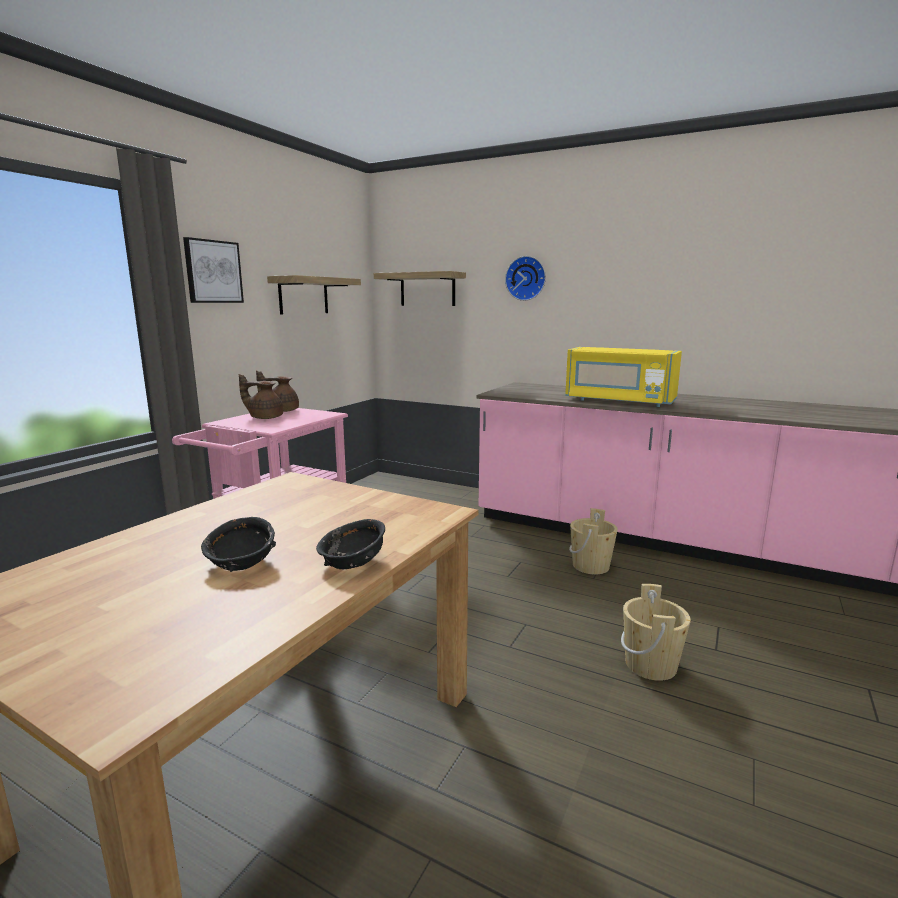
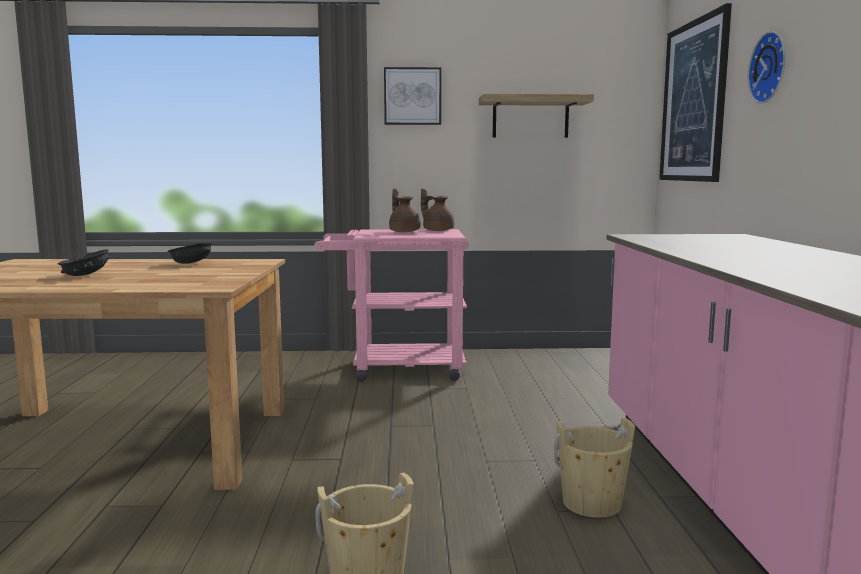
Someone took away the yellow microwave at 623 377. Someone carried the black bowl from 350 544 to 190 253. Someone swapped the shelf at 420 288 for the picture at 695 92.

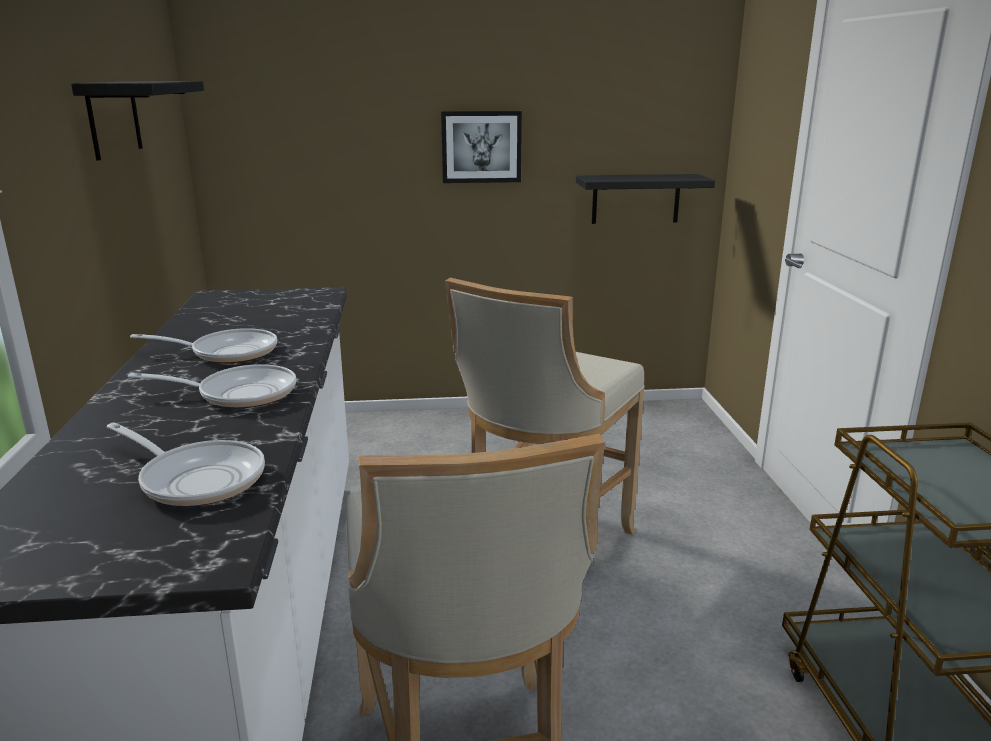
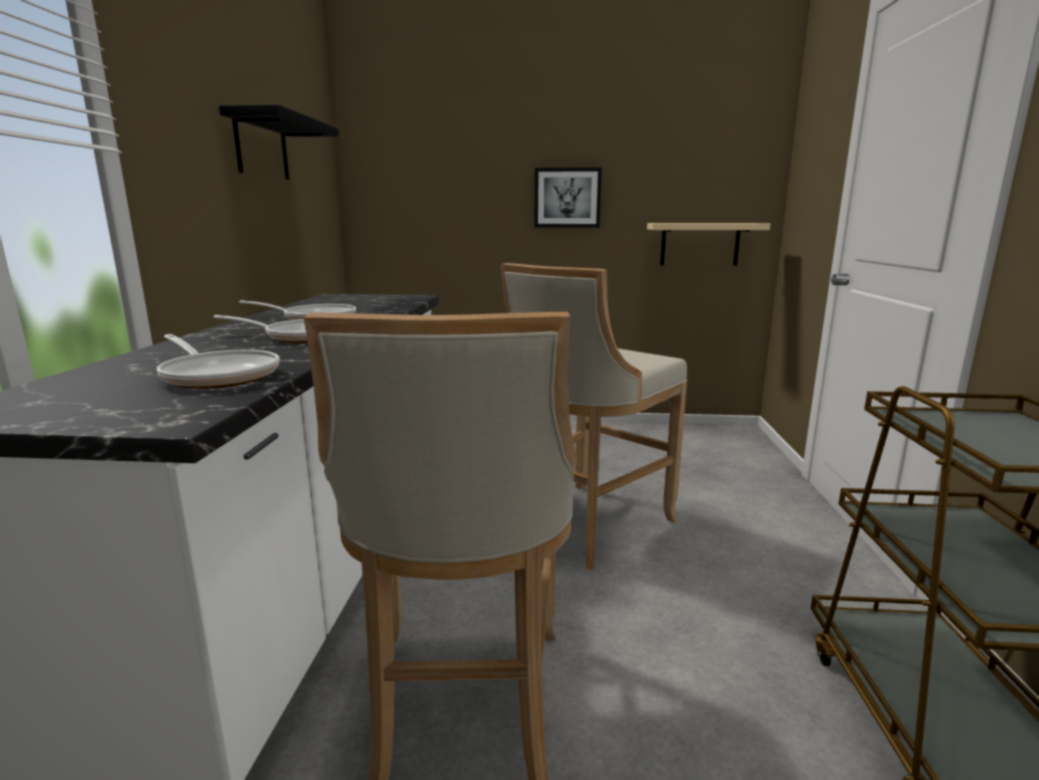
Someone repainted the black shelf at 645 199, which became the beige shelf at 708 244.

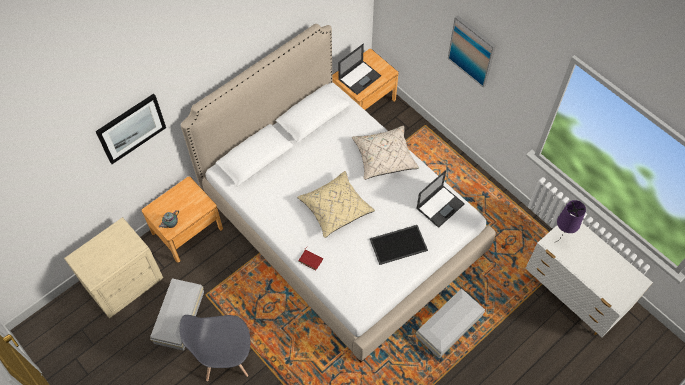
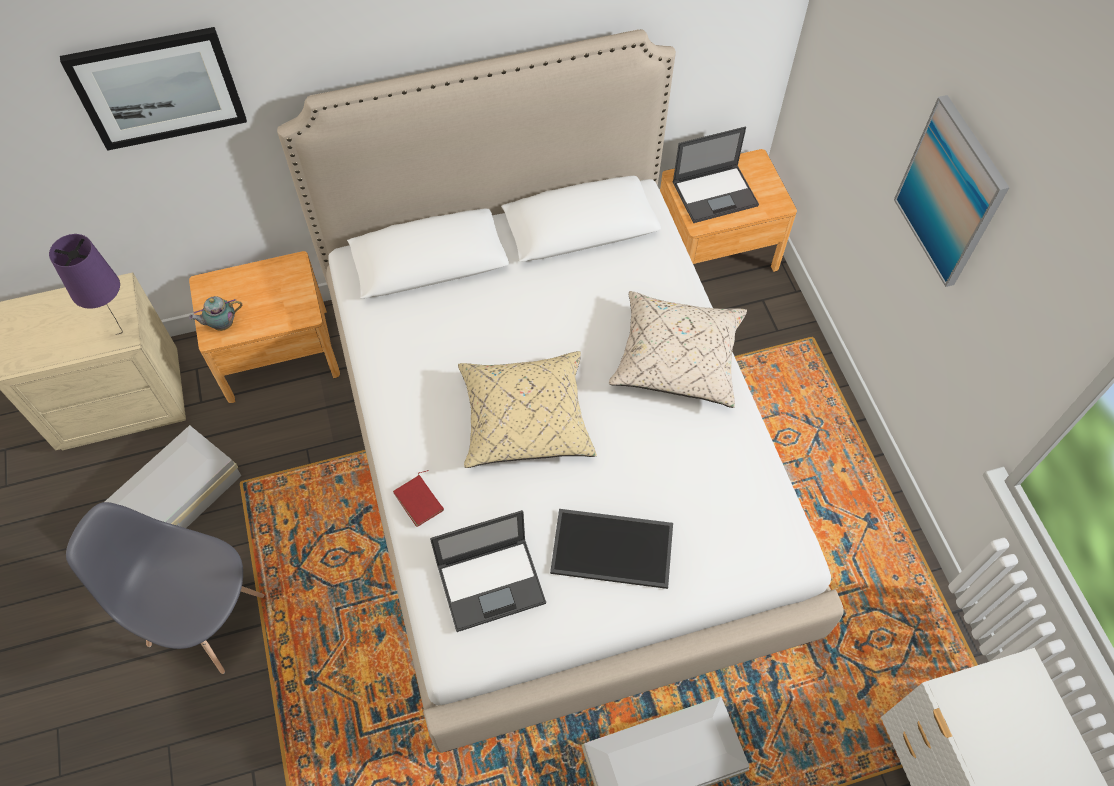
Someone carried the laptop from 440 199 to 488 571. Someone carried the purple table lamp from 570 221 to 86 284.

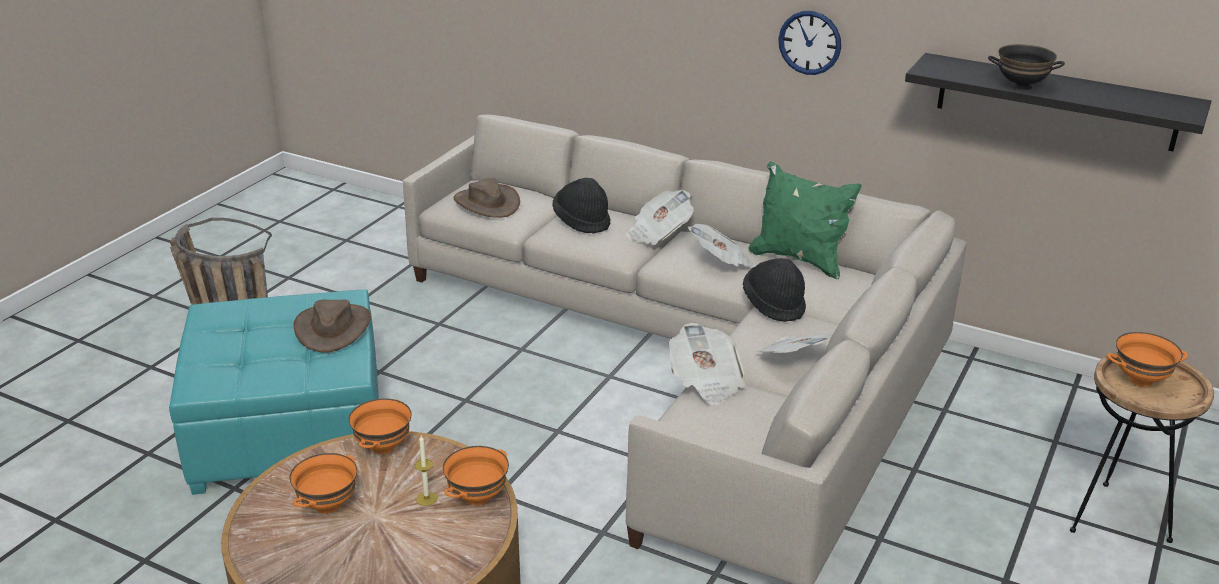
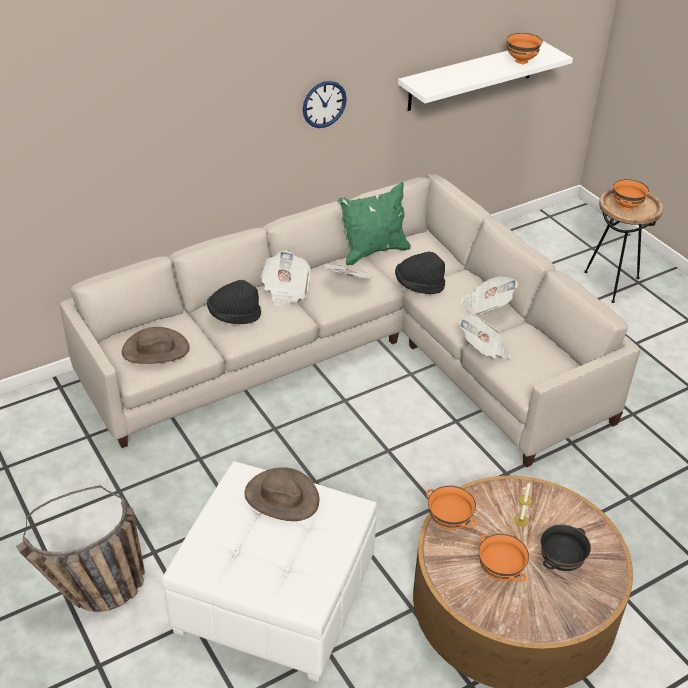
Someone carried the orange bowl from 476 476 to 525 48. Someone carried the black bowl from 1026 67 to 566 547. Someone repainted the turquoise ottoman at 274 392, which became the white ottoman at 269 571. Someone repainted the black shelf at 1058 102, which became the white shelf at 485 76.

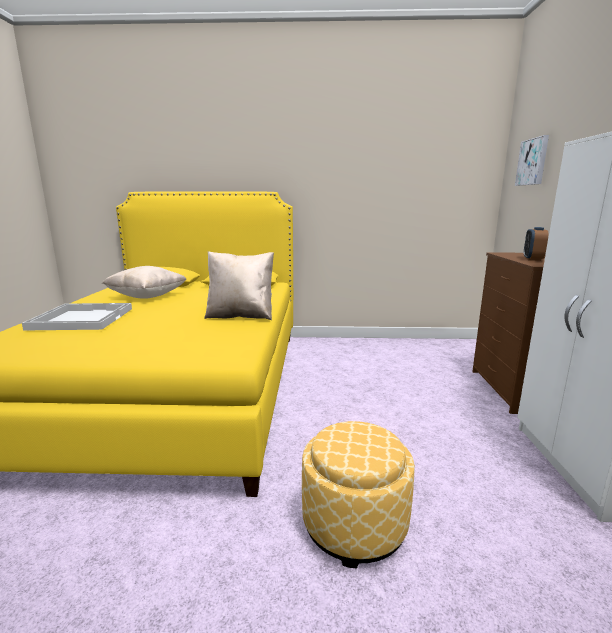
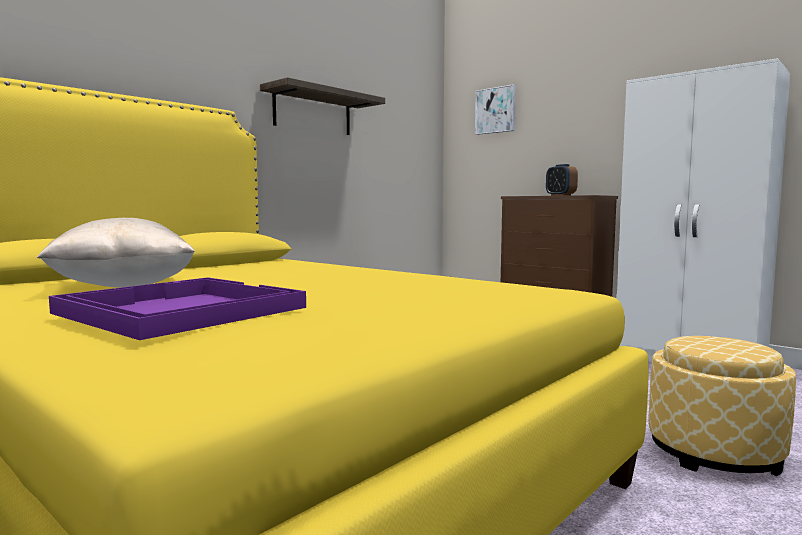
Someone took away the beige pillow at 239 285. Someone put up the shelf at 322 106. Someone repainted the white tray at 77 317, which became the purple tray at 177 308.

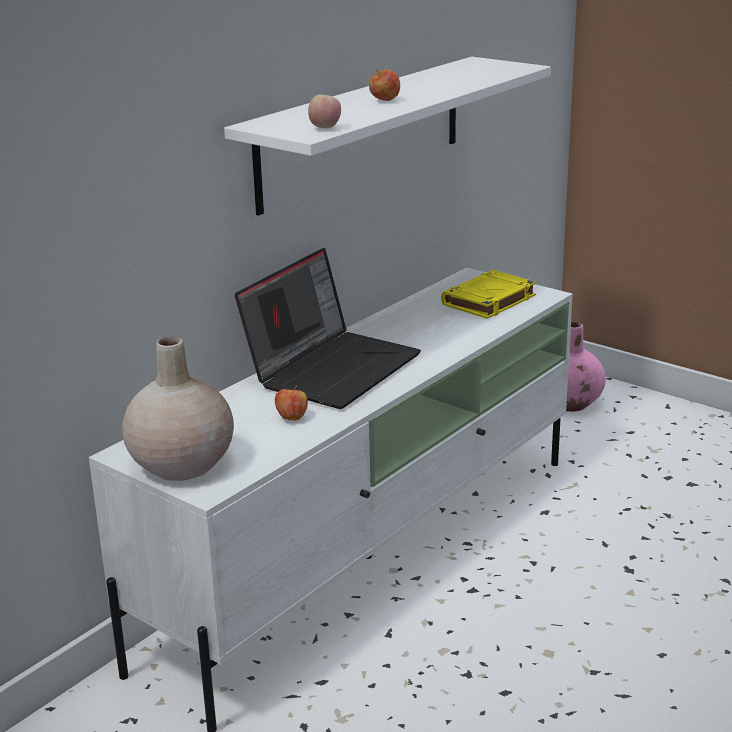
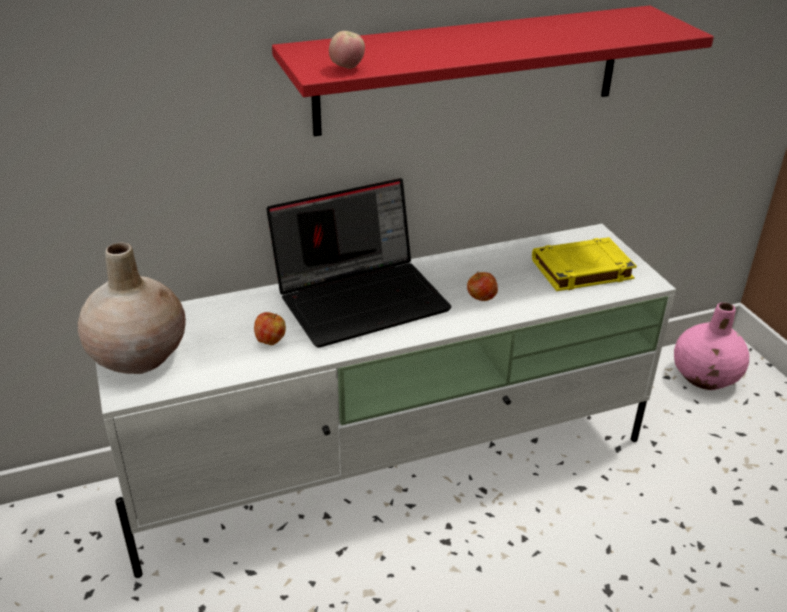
Someone carried the apple from 384 85 to 482 286. Someone repainted the white shelf at 387 136, which became the red shelf at 493 71.

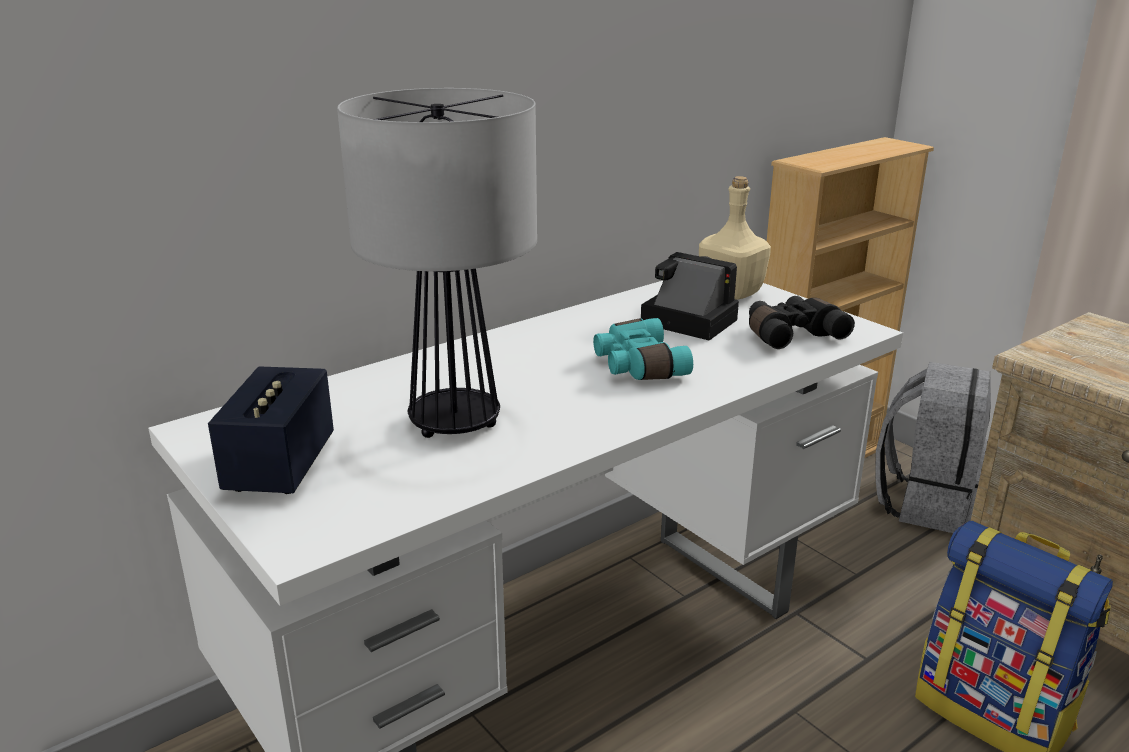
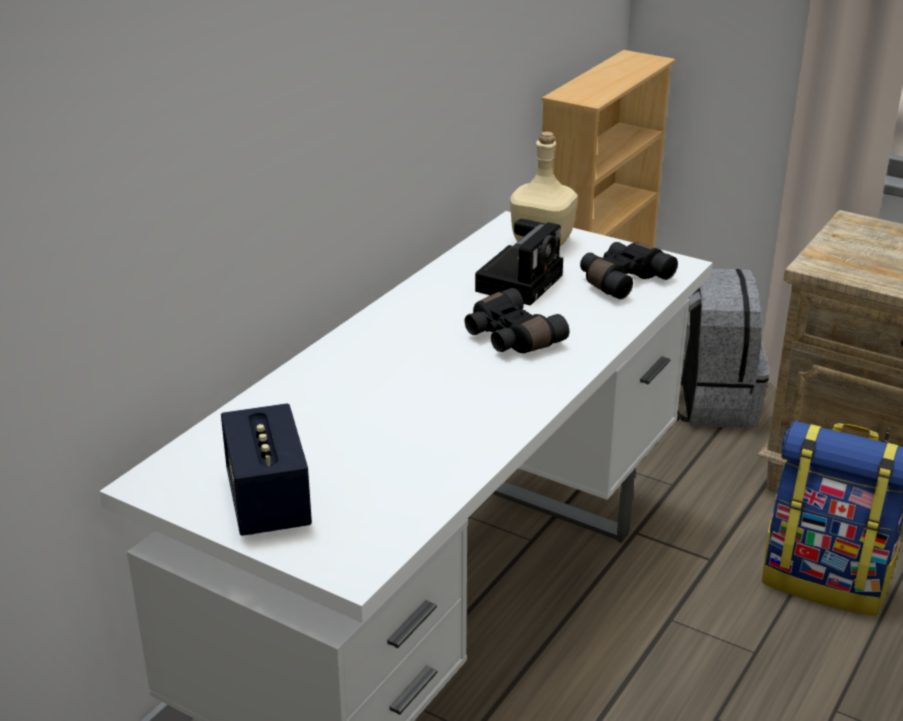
Someone took away the table lamp at 437 263. Someone repainted the turquoise binoculars at 643 349, which became the black binoculars at 517 320. Someone rotated the photo camera at 690 296 by 105 degrees clockwise.

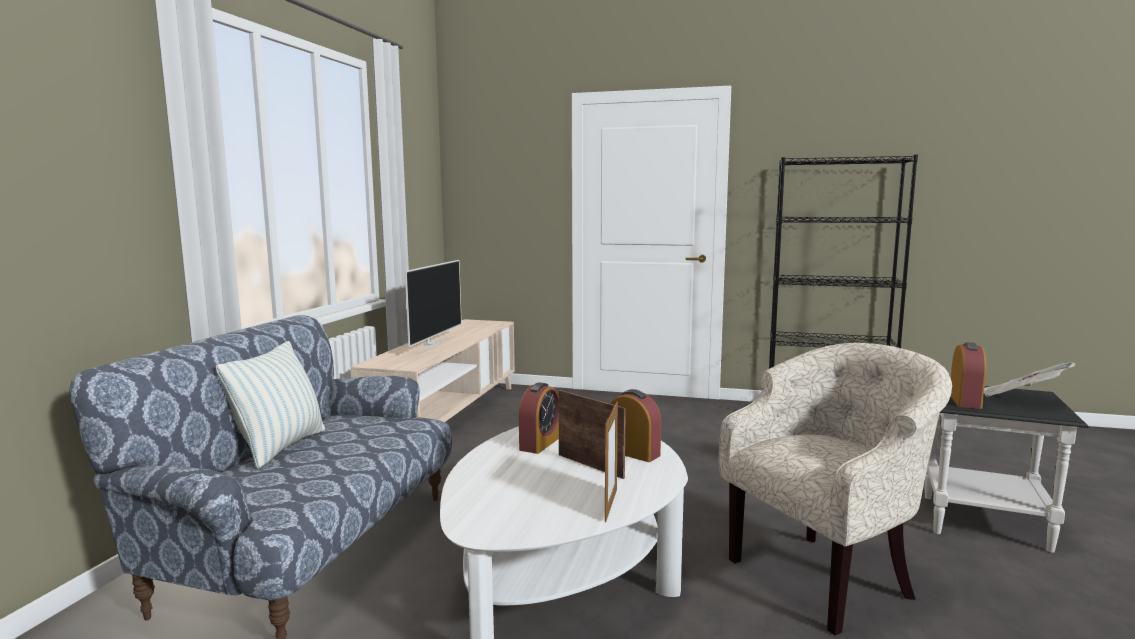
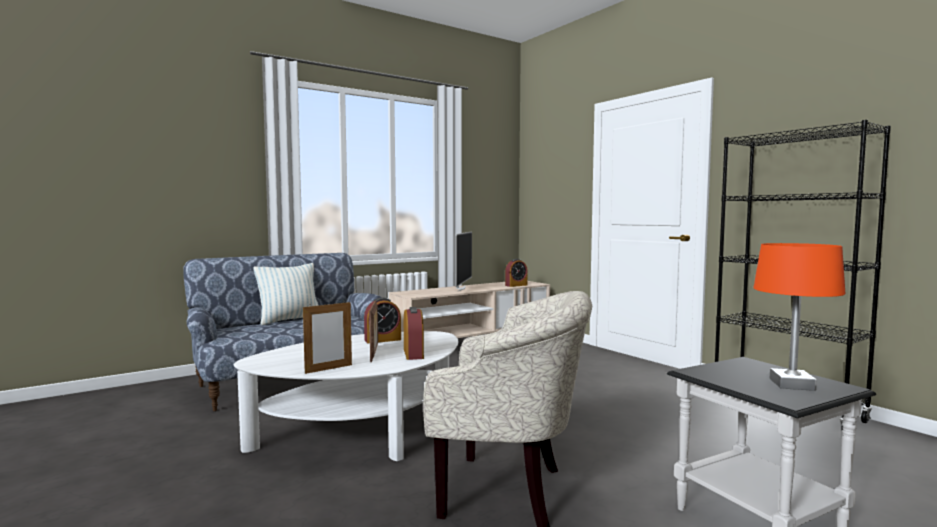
Someone carried the alarm clock from 968 375 to 516 273. Someone swapped the newspaper at 1030 379 for the orange table lamp at 799 317. Someone rotated the television at 433 305 by 45 degrees counterclockwise.

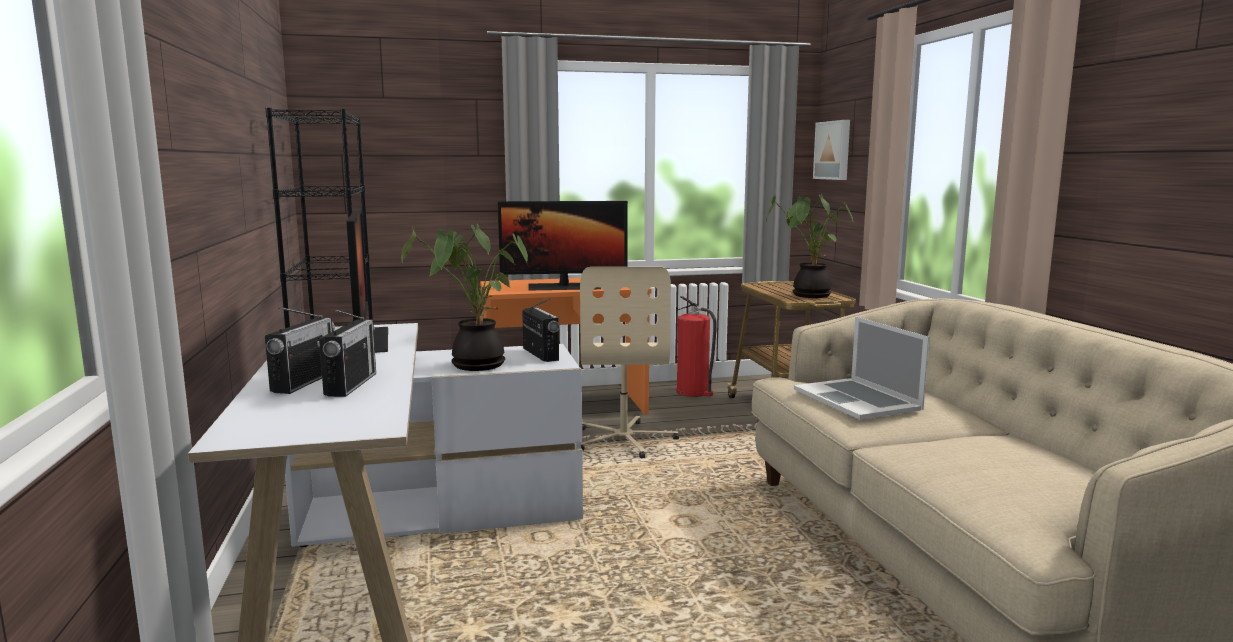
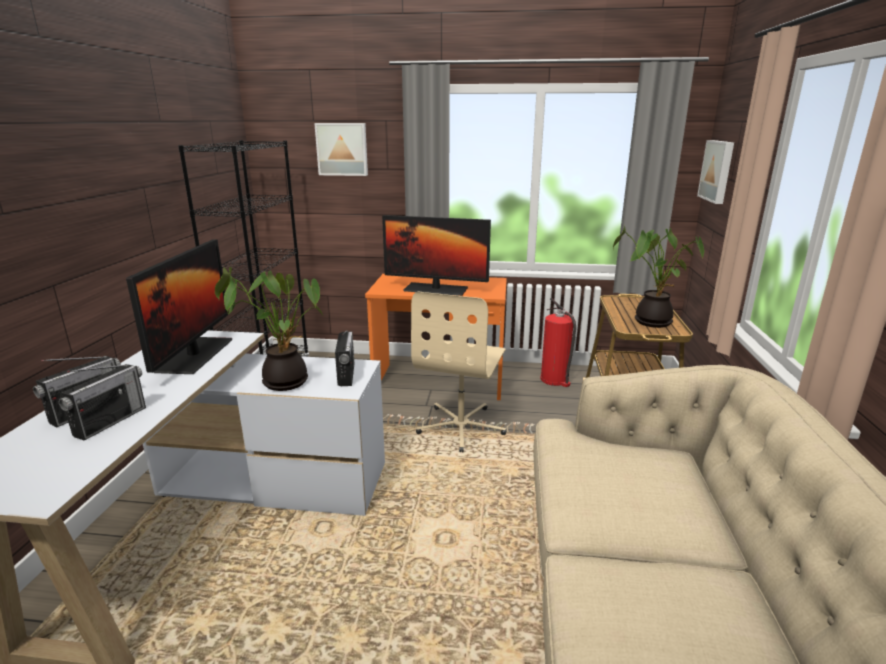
Someone took away the laptop at 862 368. Someone put up the picture at 341 149.

